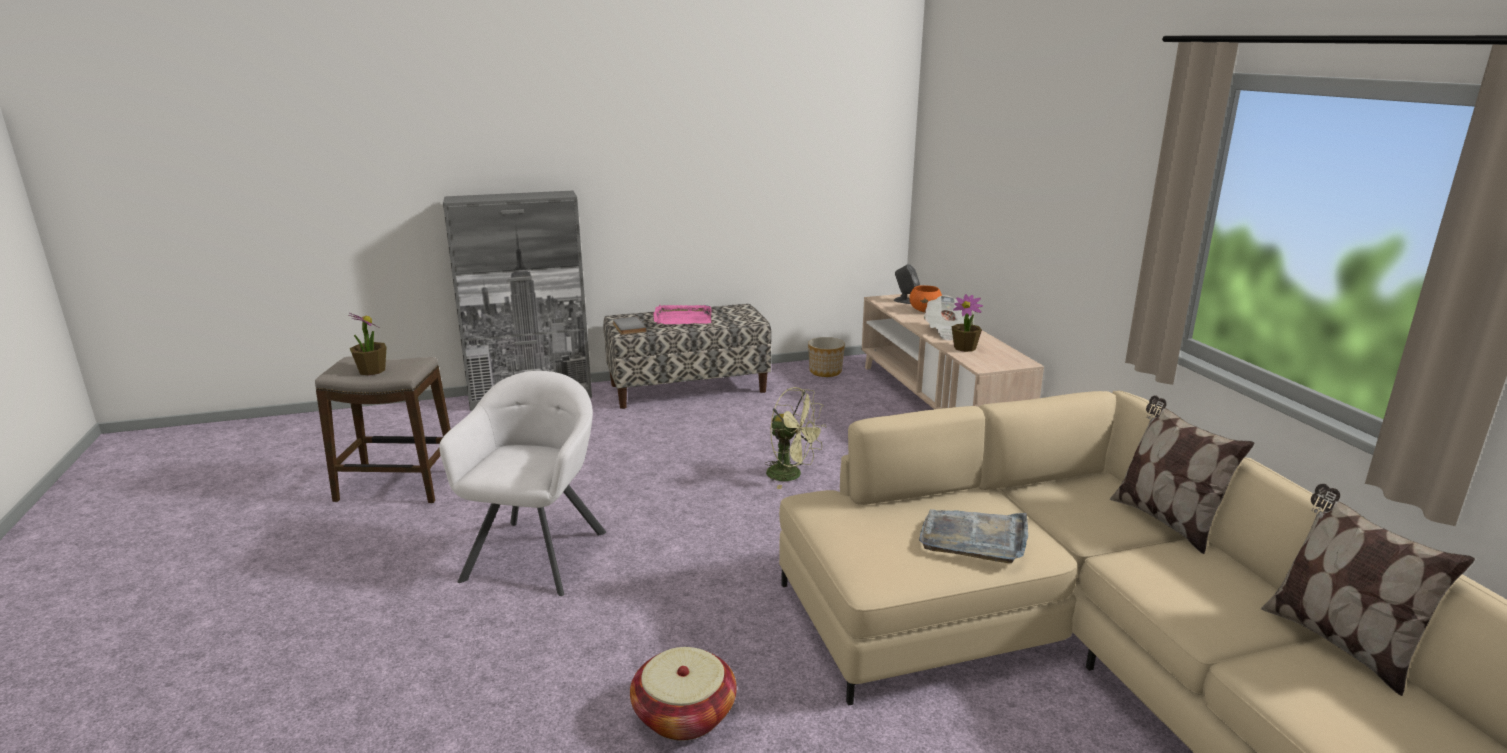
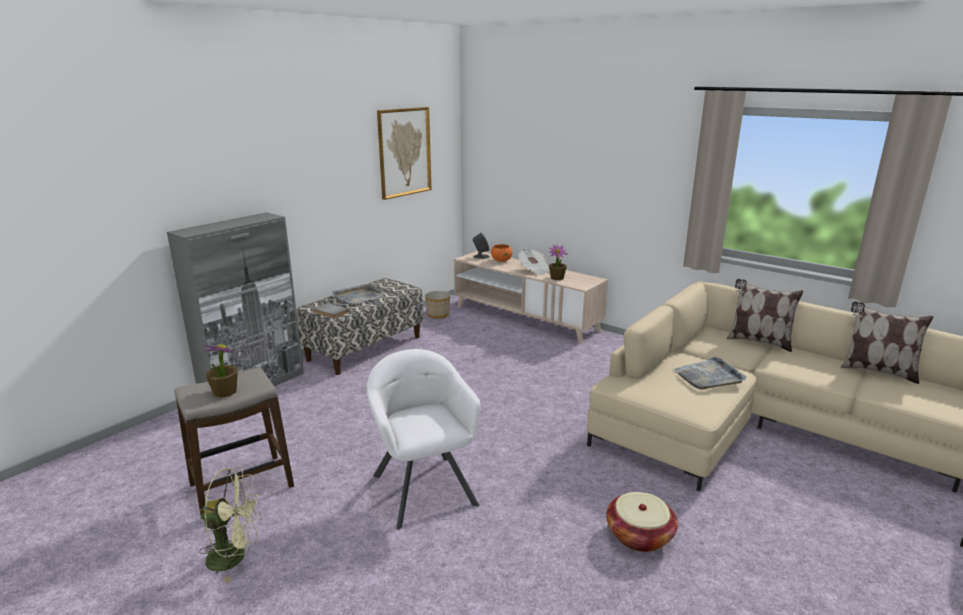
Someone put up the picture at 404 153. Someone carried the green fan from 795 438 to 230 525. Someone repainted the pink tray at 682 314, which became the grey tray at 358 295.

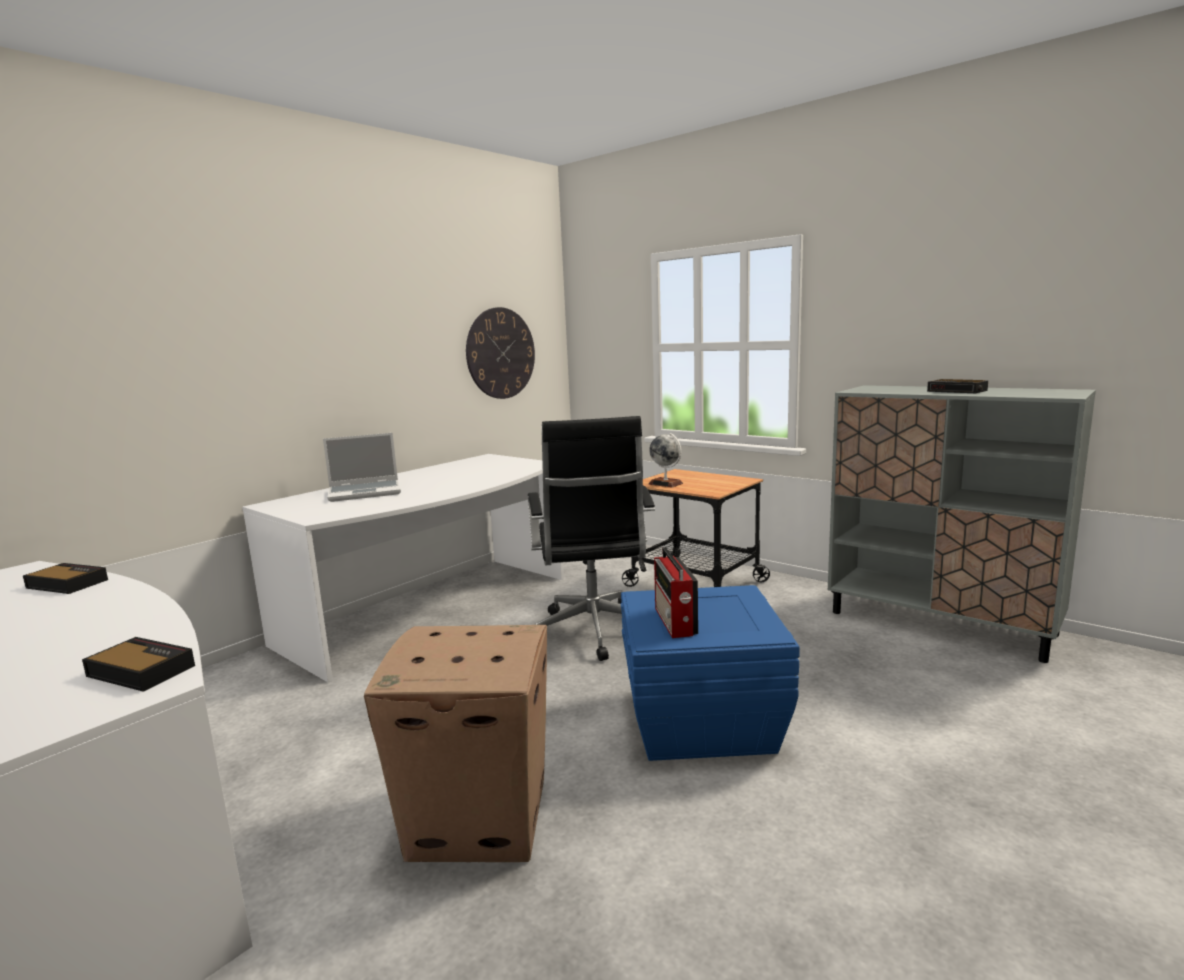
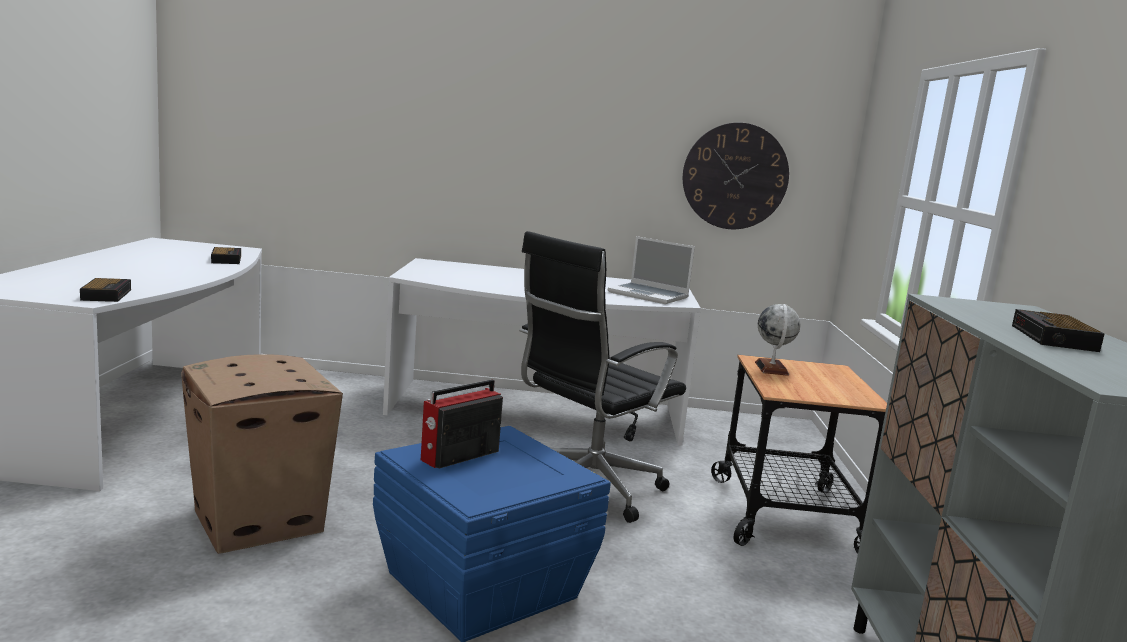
Someone carried the laptop from 362 467 to 651 270.

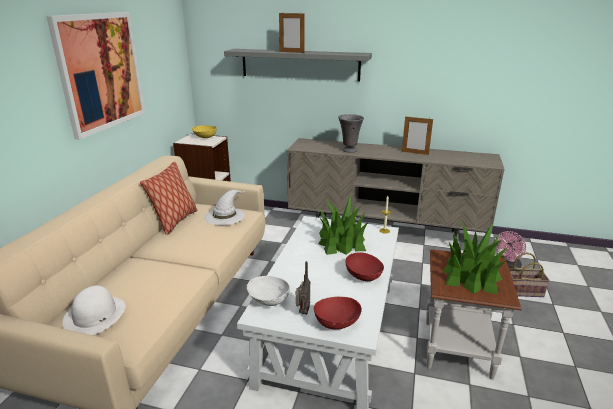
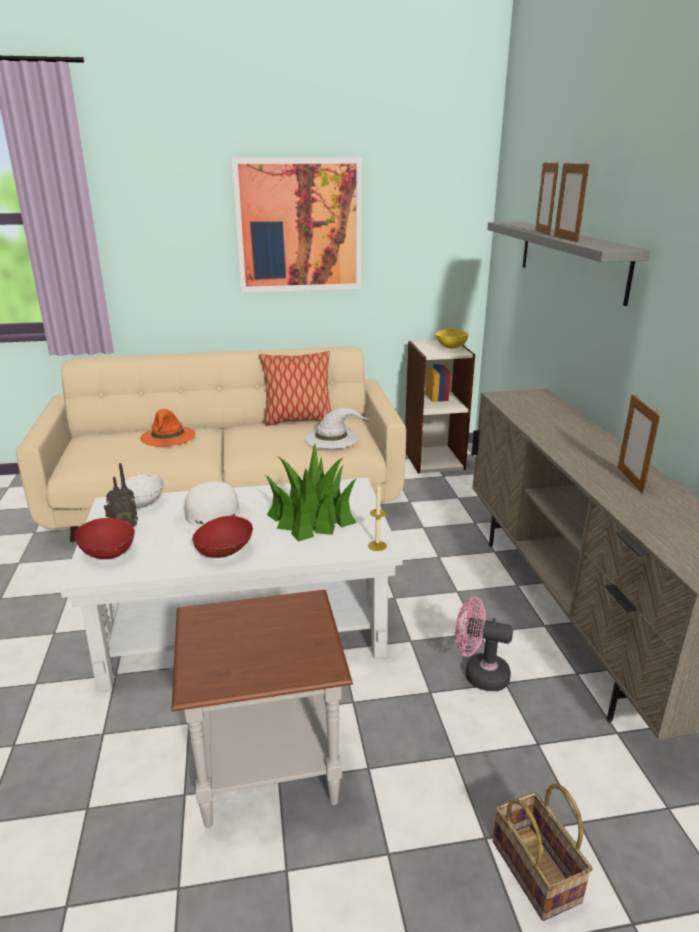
Someone took away the grey vase at 351 133. Someone took away the potted plant at 475 258. Someone put down the orange hat at 168 428. Someone put down the picture frame at 572 201. Someone carried the white hat from 94 310 to 212 507. Someone carried the pink fan from 511 250 to 484 644.

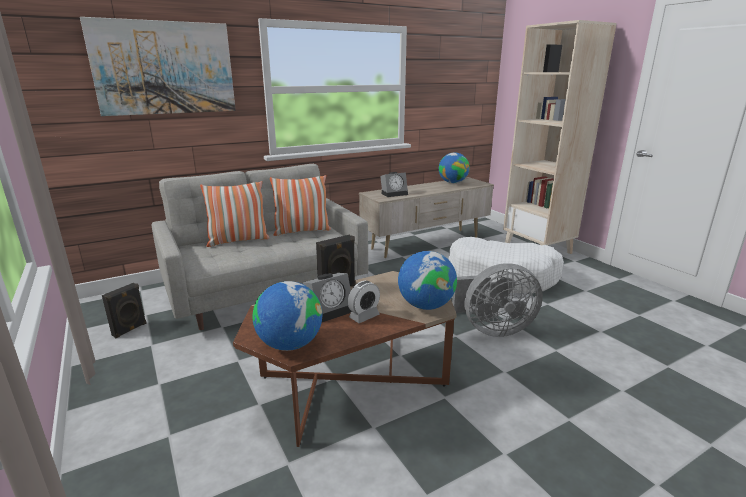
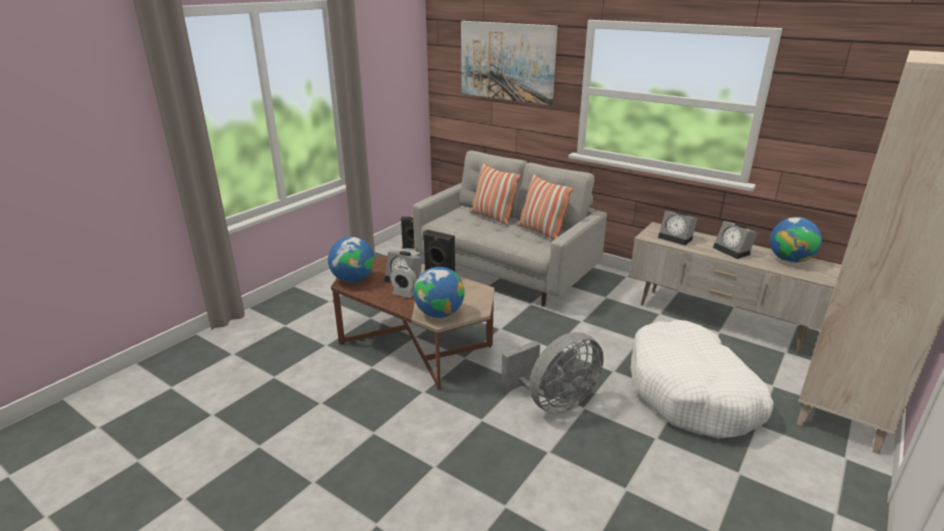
Someone put down the alarm clock at 735 240. Someone rotated the grey fan at 497 300 by 90 degrees counterclockwise.

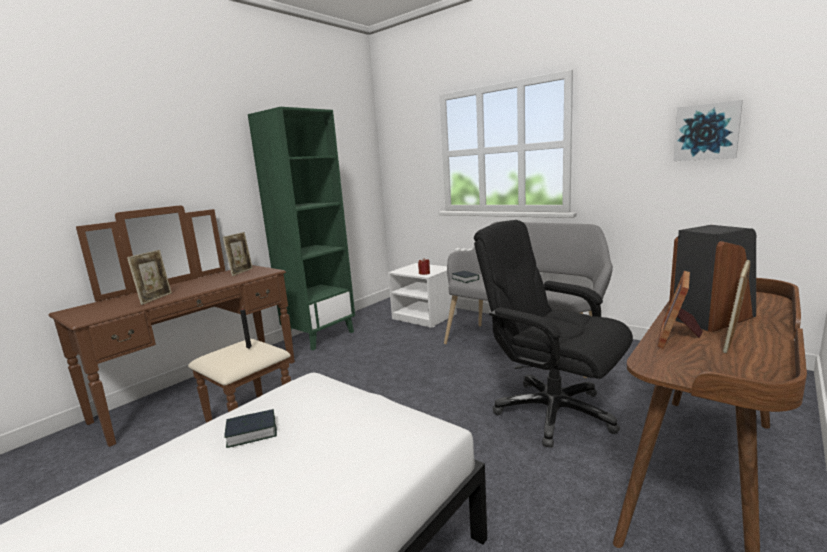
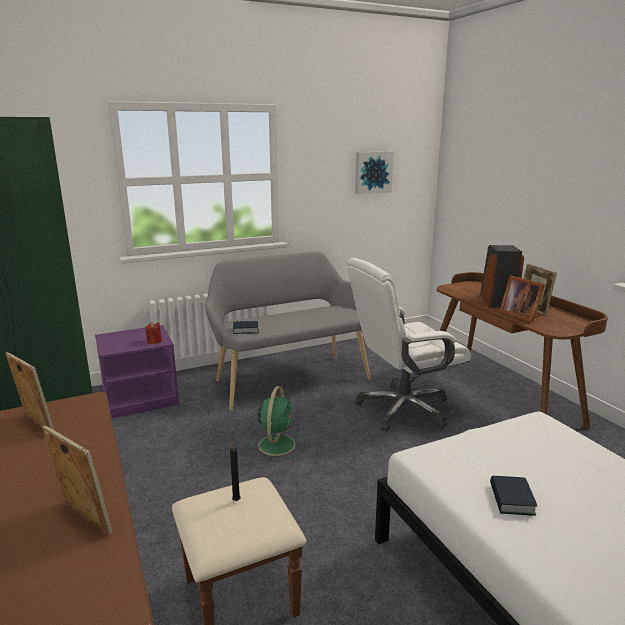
Someone put down the green fan at 277 423. Someone repainted the white nightstand at 422 295, which became the purple nightstand at 137 372. Someone repainted the black office chair at 553 334, which became the white office chair at 409 344.

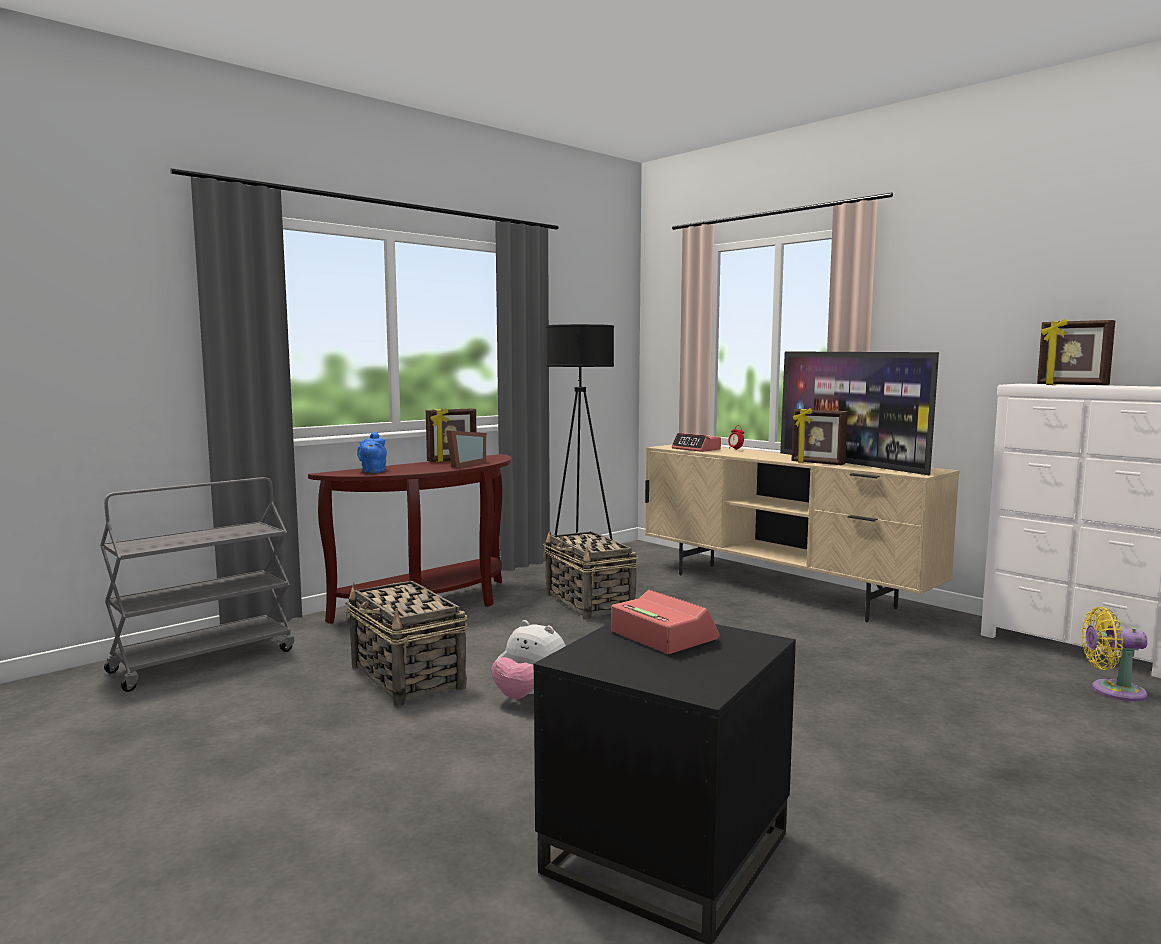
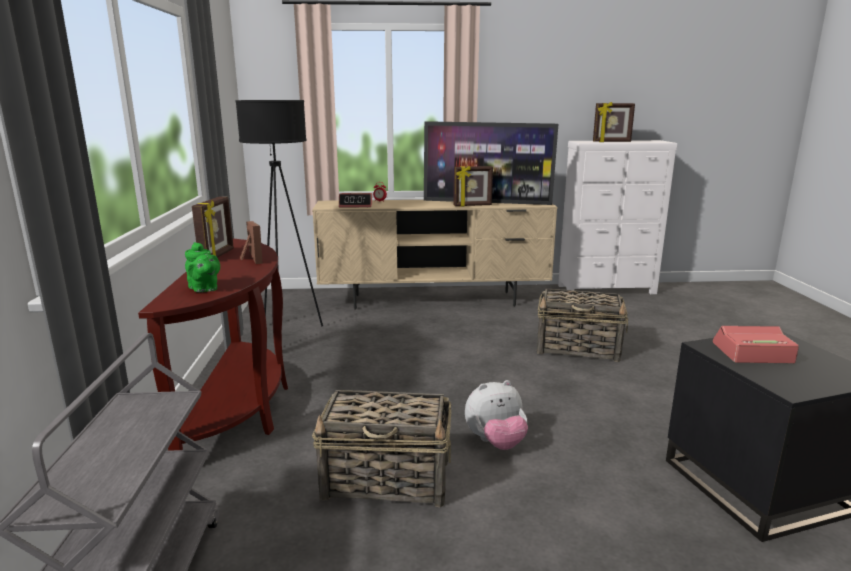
Someone took away the yellow fan at 1114 654. Someone carried the basket from 590 575 to 582 325. Someone repainted the blue teapot at 372 452, which became the green teapot at 202 267.

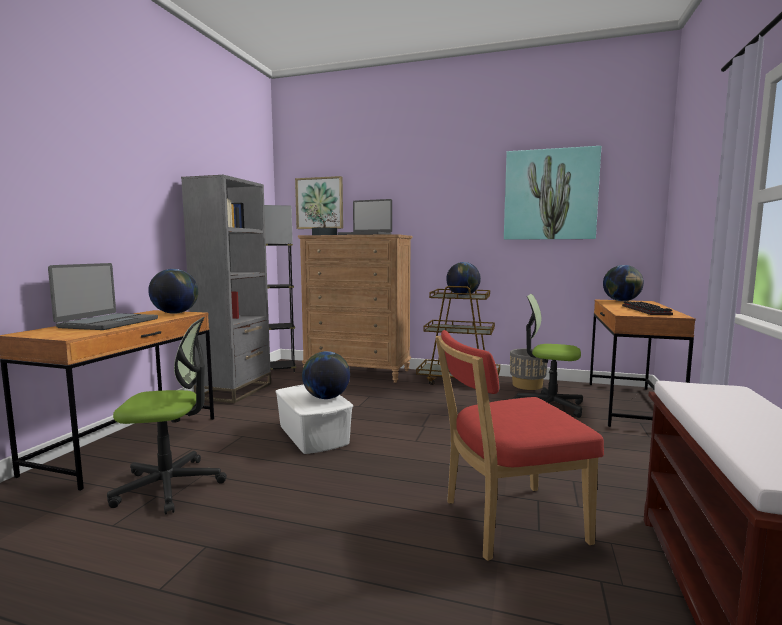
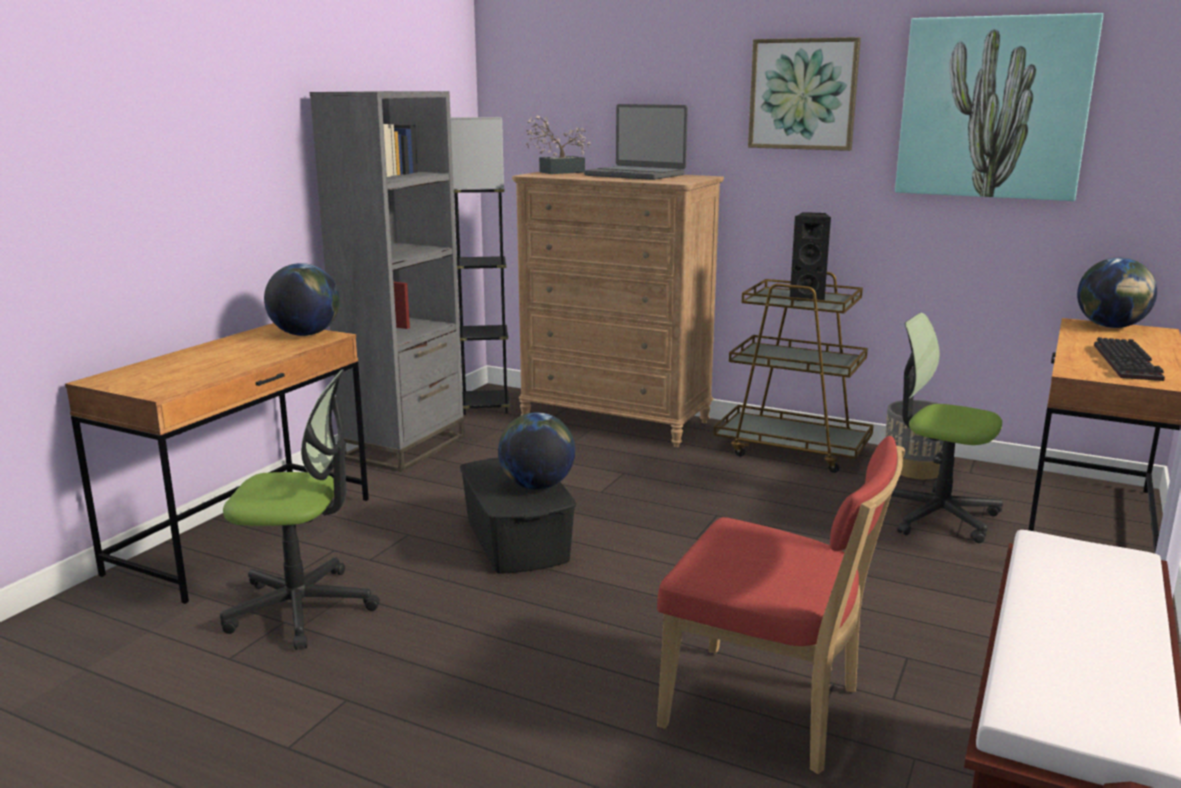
Someone took away the laptop at 103 296. Someone carried the picture from 319 202 to 804 94. Someone swapped the globe at 463 279 for the black speaker at 810 256. Someone repainted the white storage box at 314 419, which became the black storage box at 518 515. Someone rotated the red chair at 520 445 by 150 degrees counterclockwise.

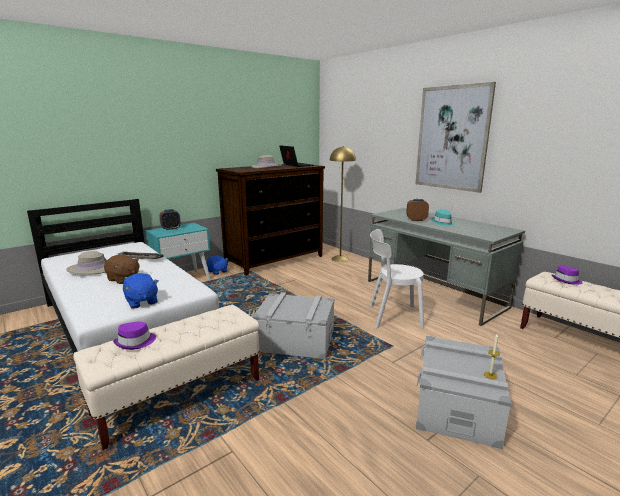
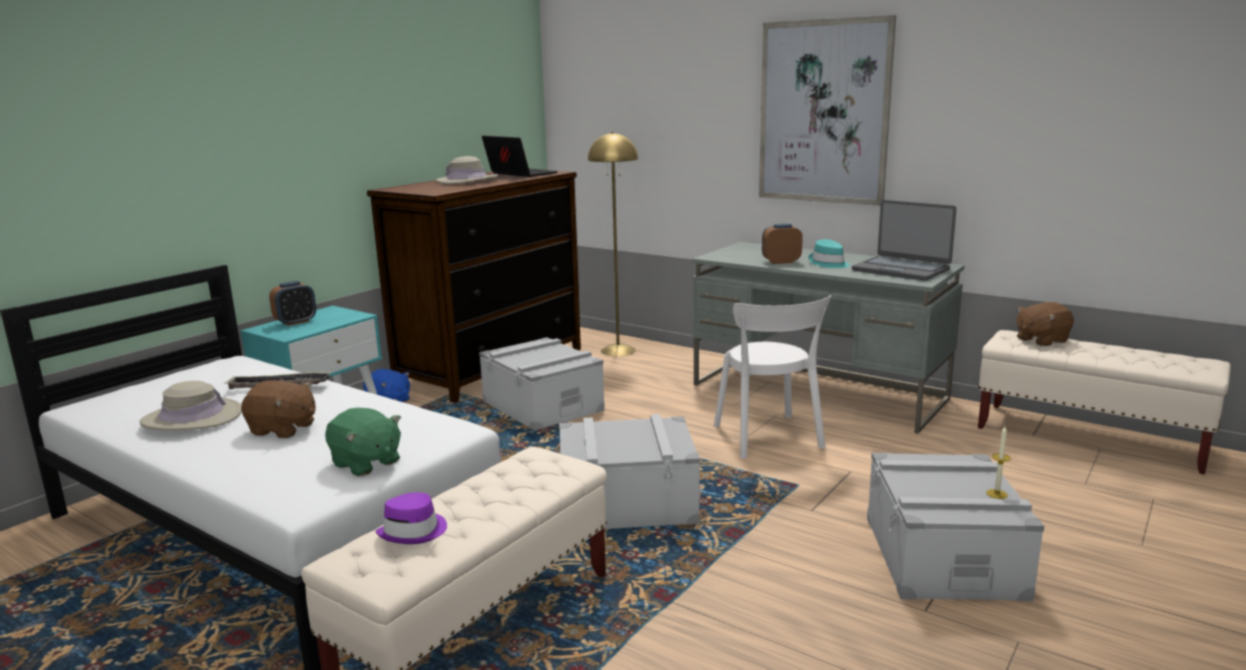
Someone put down the grey storage box at 542 384. Someone put down the laptop at 904 240. Someone swapped the purple hat at 567 275 for the brown plush toy at 1045 324. Someone repainted the blue plush toy at 140 291, which became the green plush toy at 363 442. Someone rotated the white chair at 397 279 by 90 degrees counterclockwise.

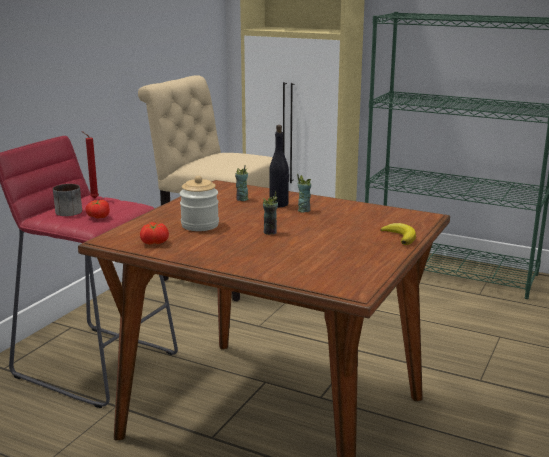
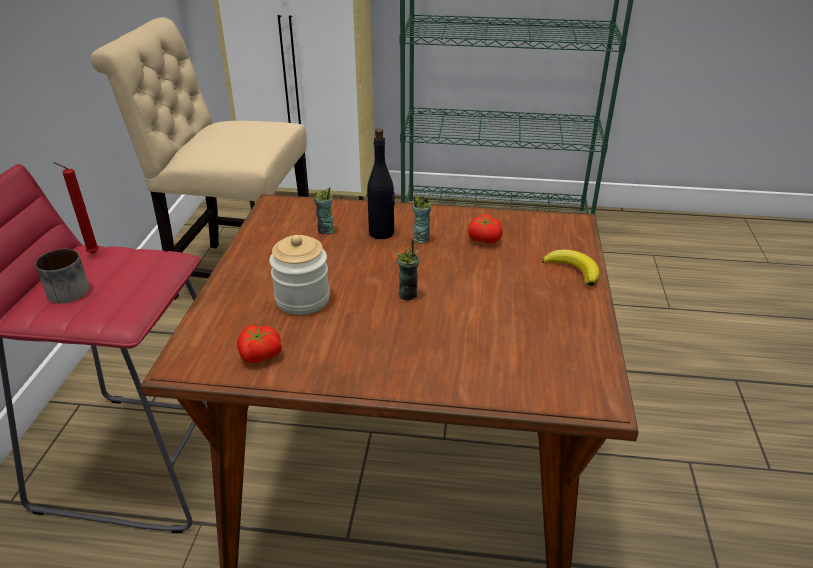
Someone carried the tomato from 97 209 to 485 228.

